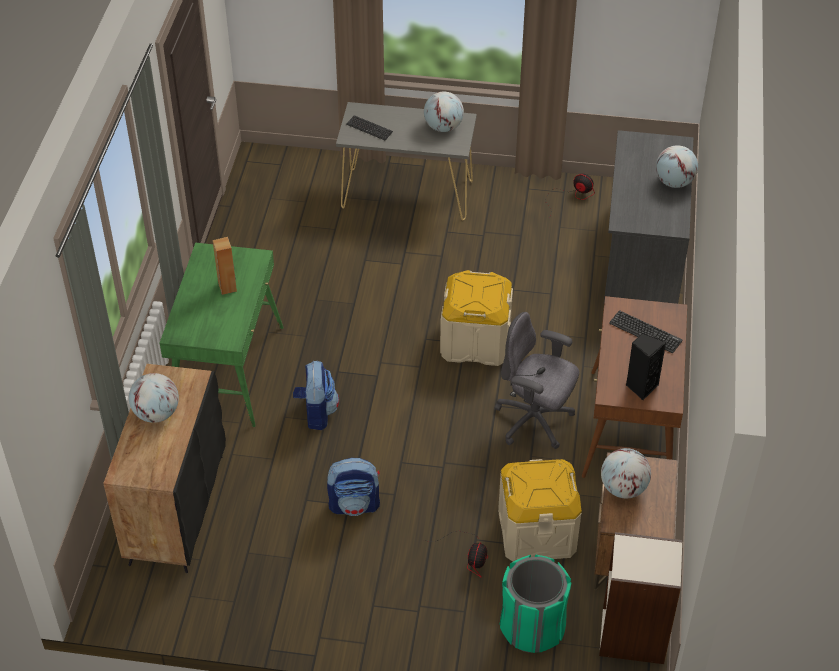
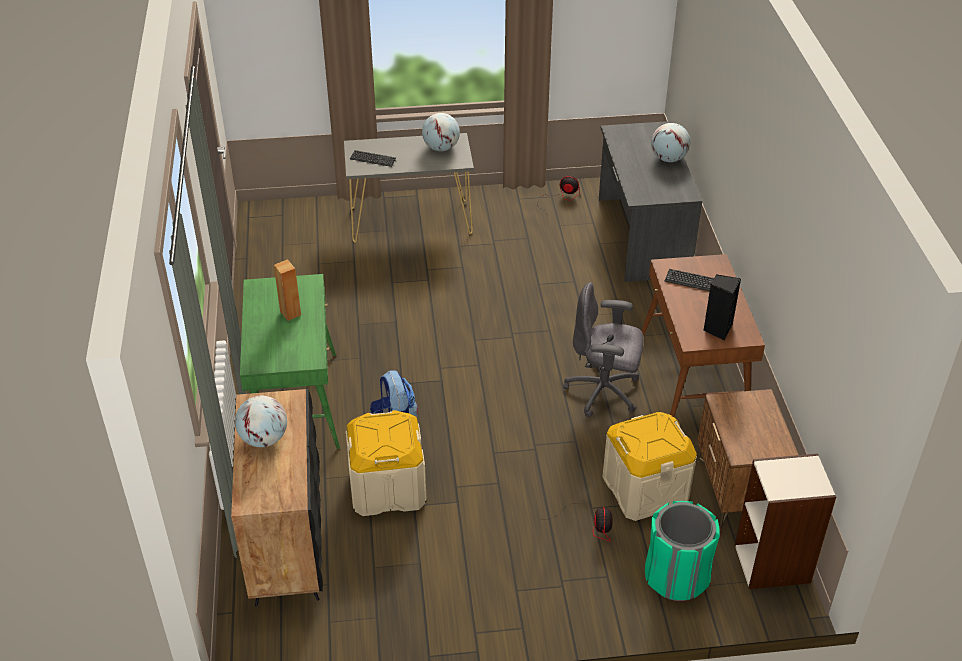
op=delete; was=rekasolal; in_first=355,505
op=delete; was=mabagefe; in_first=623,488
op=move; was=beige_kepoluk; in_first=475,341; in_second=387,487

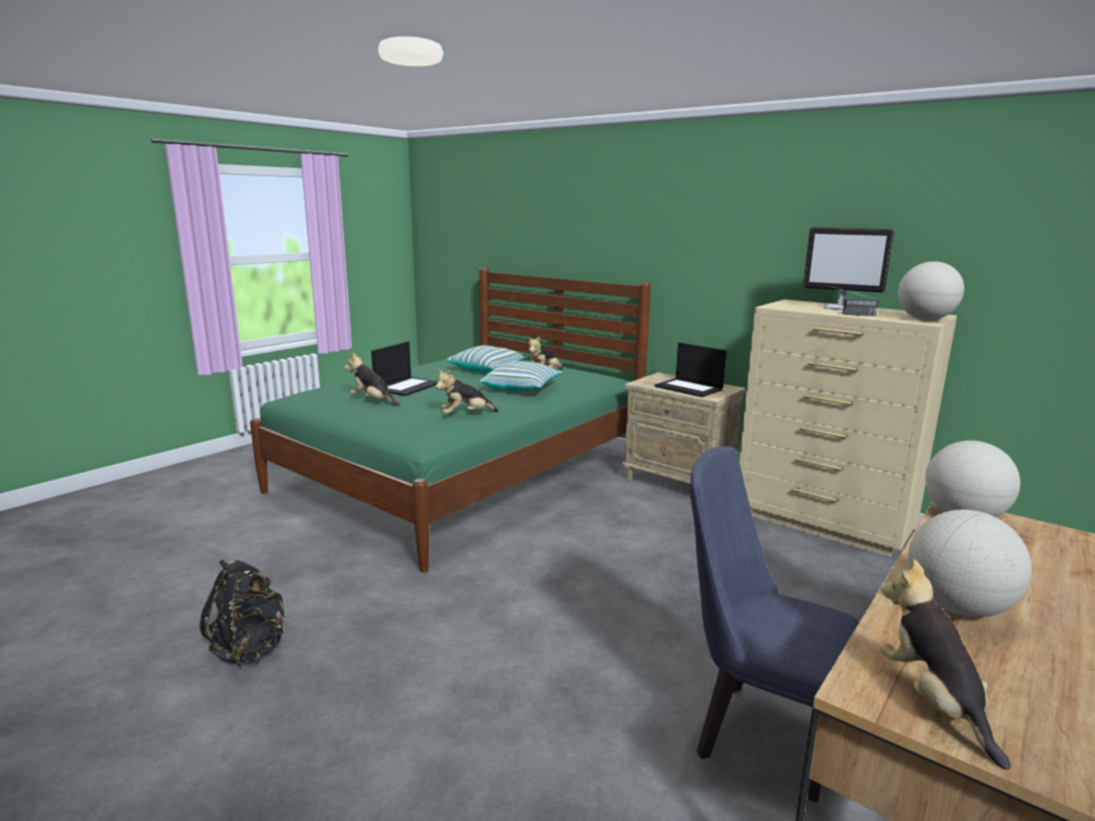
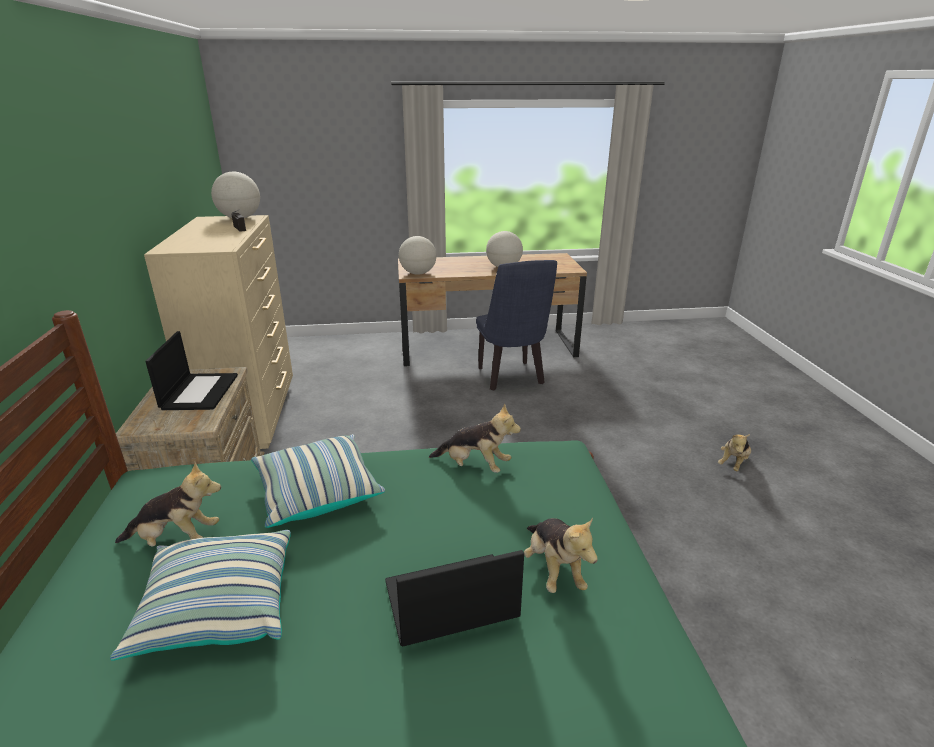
op=delete; was=black_rekasolal; in_first=250,648
op=delete; was=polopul; in_first=840,308
op=move; was=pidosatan; in_first=933,701; in_second=733,463

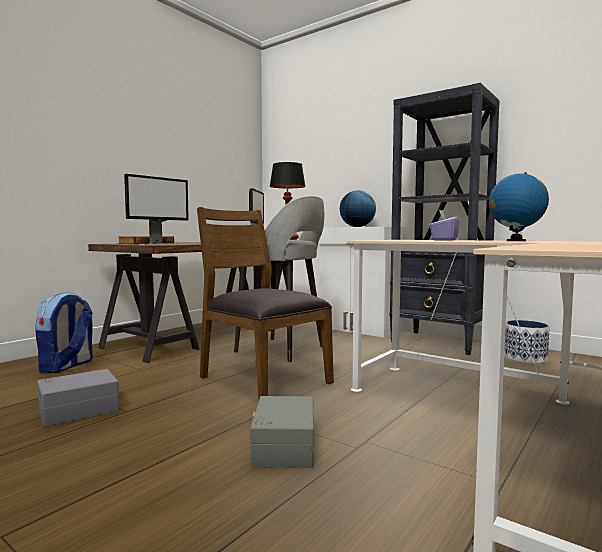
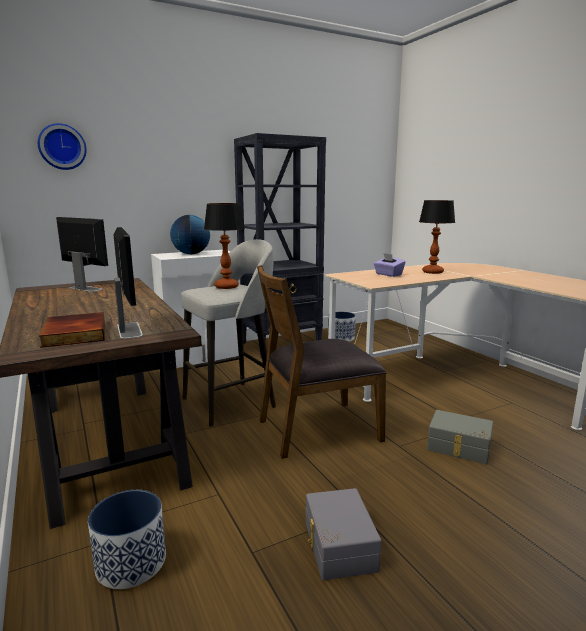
op=insert; now=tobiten; in_second=62,147
op=replace; was=rekasolal; now=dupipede; in_first=66,366; in_second=132,563
op=replace; was=mabagefe; now=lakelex; in_first=516,241; in_second=432,272

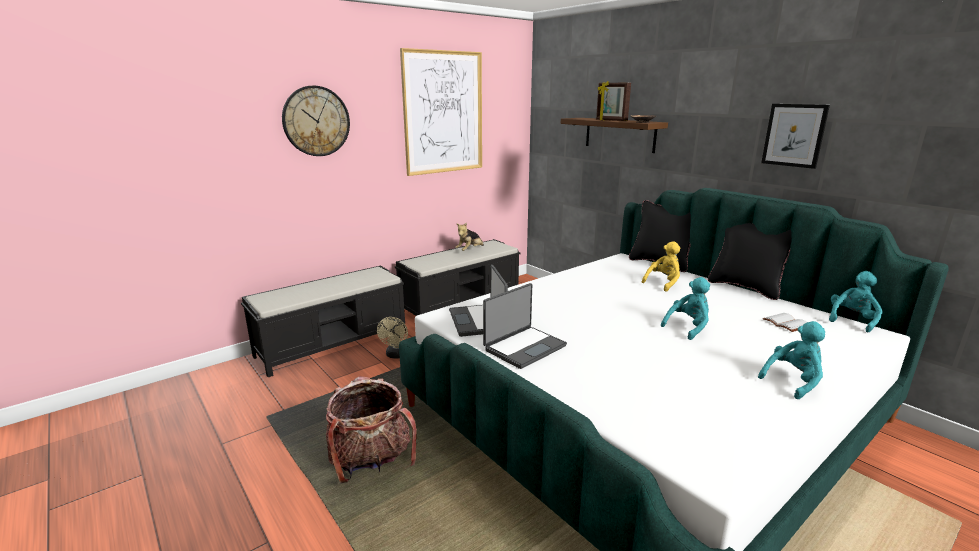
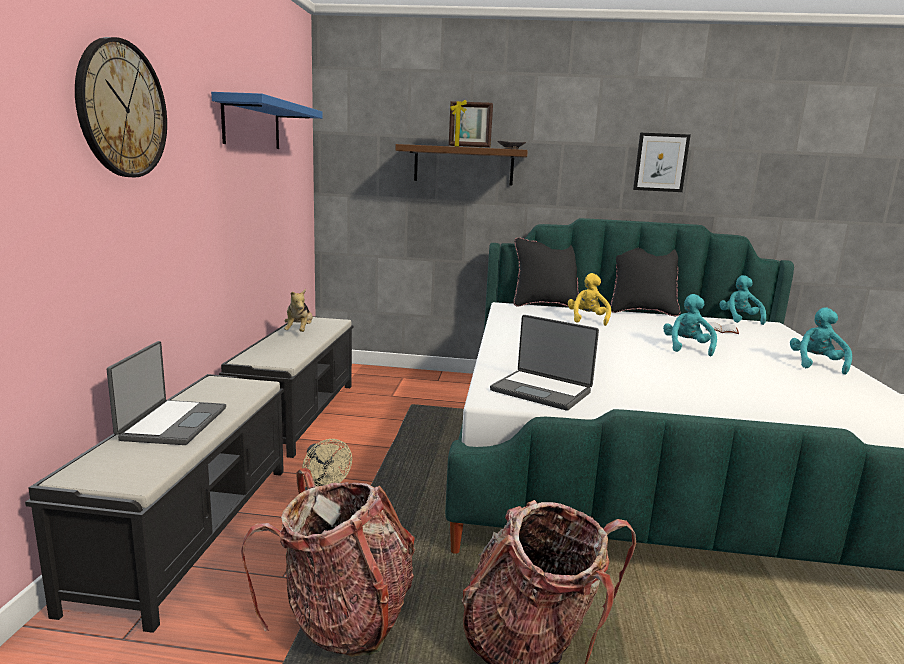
op=insert; now=rekasolal; in_second=343,619
op=move; was=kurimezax; in_first=524,347; in_second=172,423
op=replace; was=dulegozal; now=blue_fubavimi; in_first=443,113; in_second=252,124

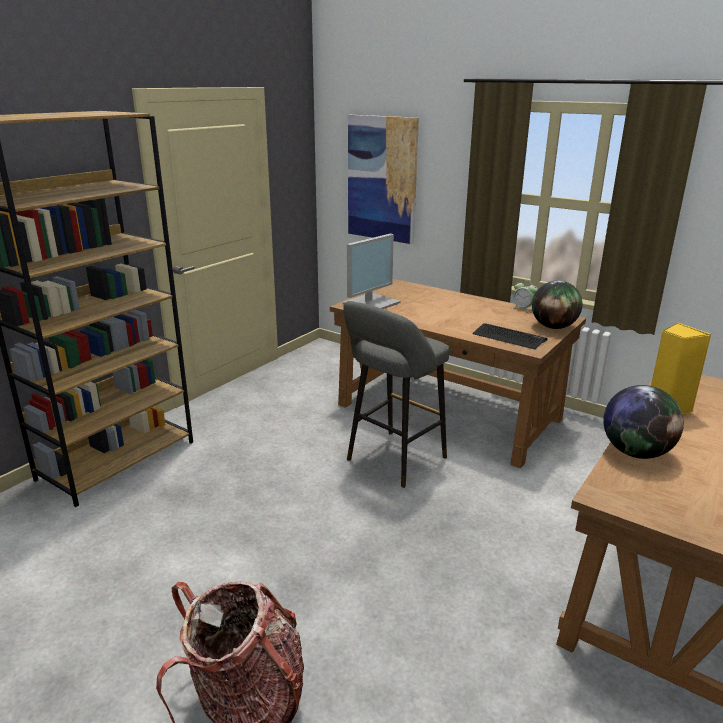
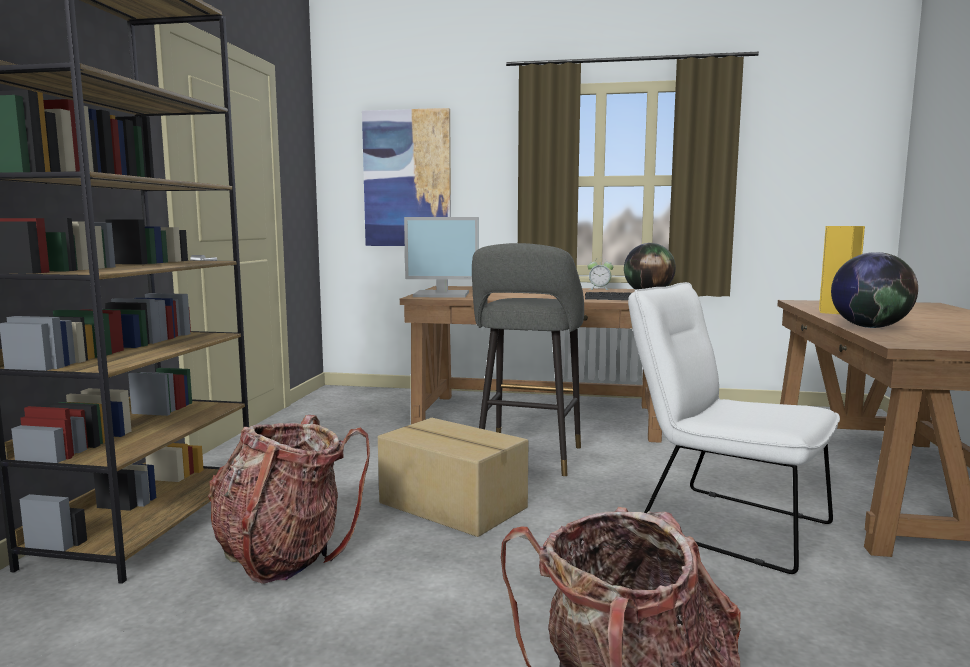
op=insert; now=rekasolal; in_second=284,555
op=insert; now=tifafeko; in_second=452,506
op=insert; now=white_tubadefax; in_second=722,523
op=rotate; was=polopul; in_first=371,303; in_second=443,294; clockwise=75

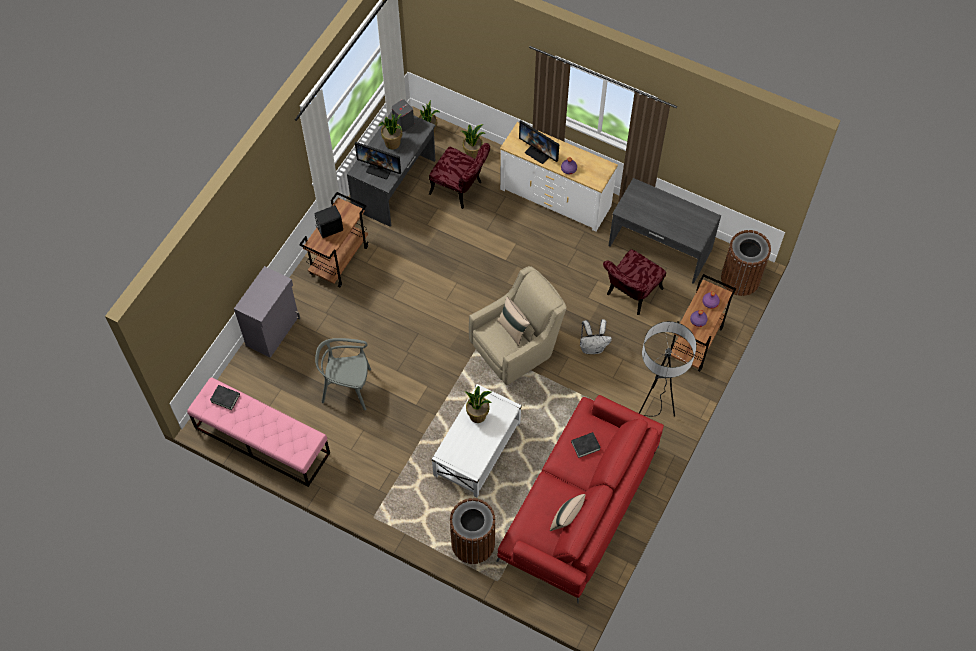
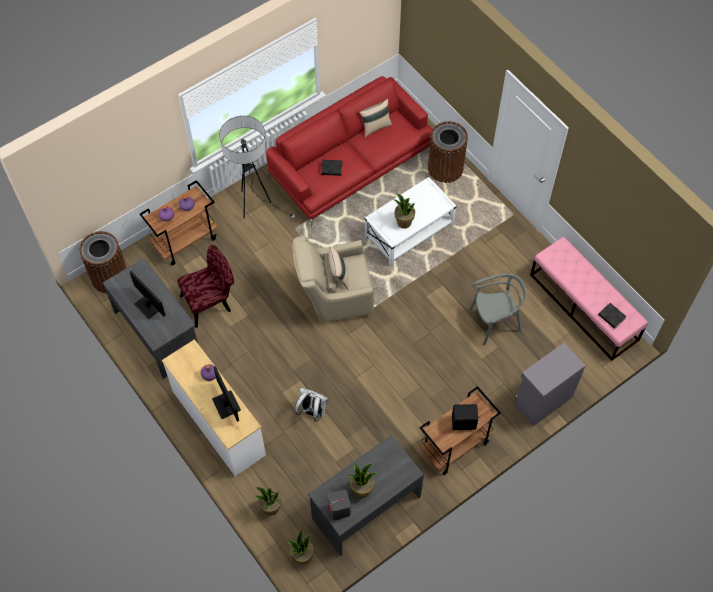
op=delete; was=red_tubadefax; in_first=460,190
op=move; was=polopul; in_first=380,168; in_second=148,305
op=move; was=white_rekasolal; in_first=592,347; in_second=312,412
op=rotate; was=grey_tubadefax; in_first=347,388; in_second=495,322; clockwise=-45

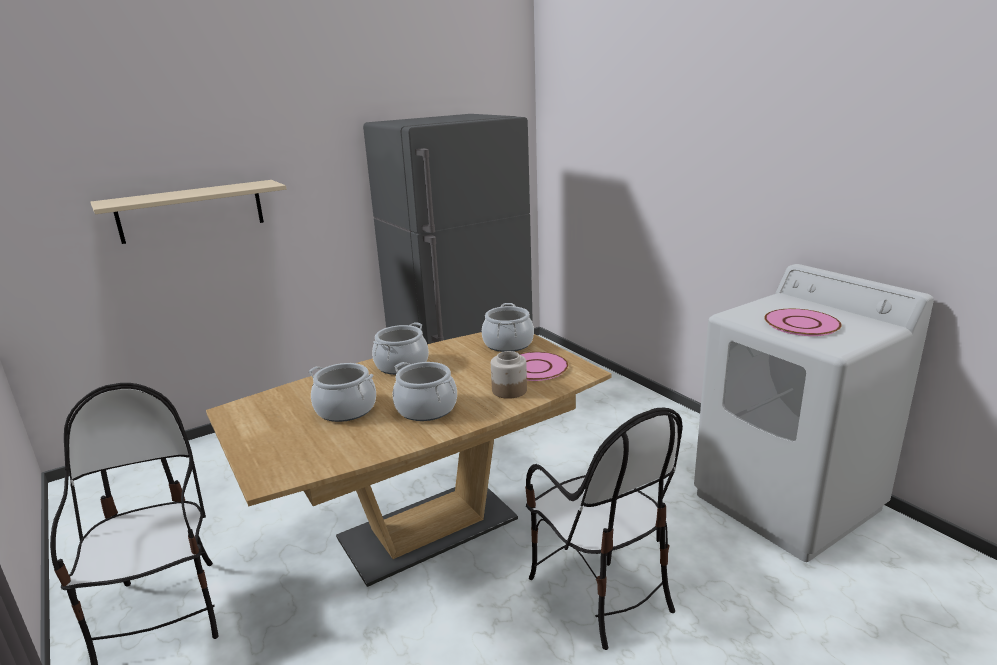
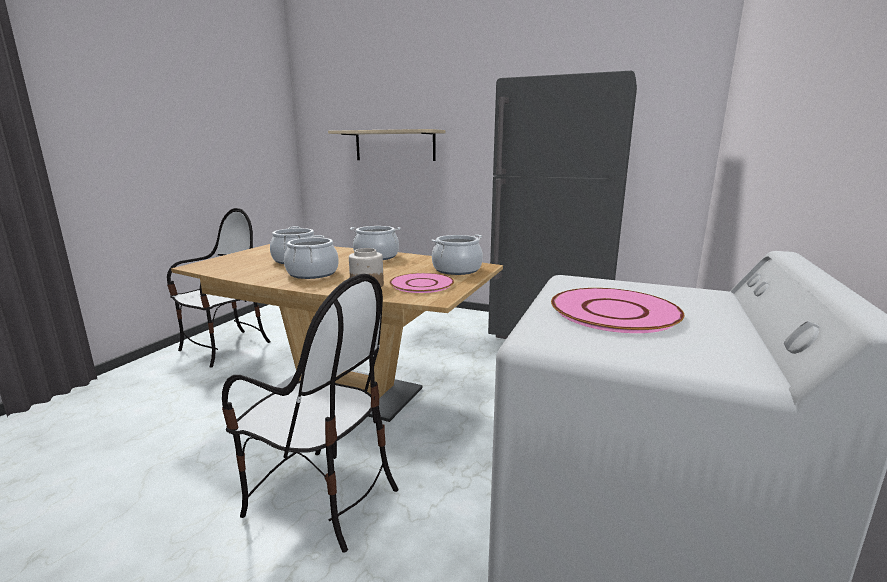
op=rotate; was=tubadefax; in_first=600,591; in_second=322,499; clockwise=-90

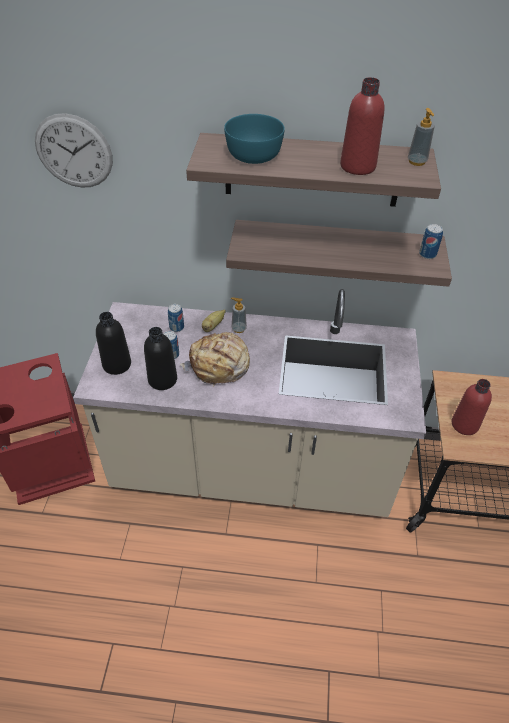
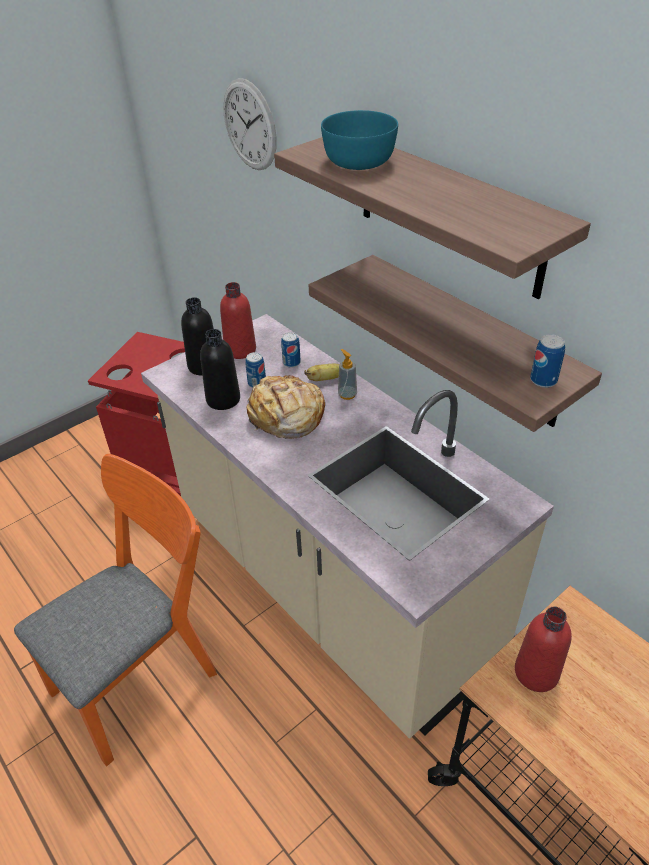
op=delete; was=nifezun; in_first=417,162
op=insert; now=orange_tubadefax; in_second=144,673
op=move; was=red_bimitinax; in_first=357,166; in_second=240,350

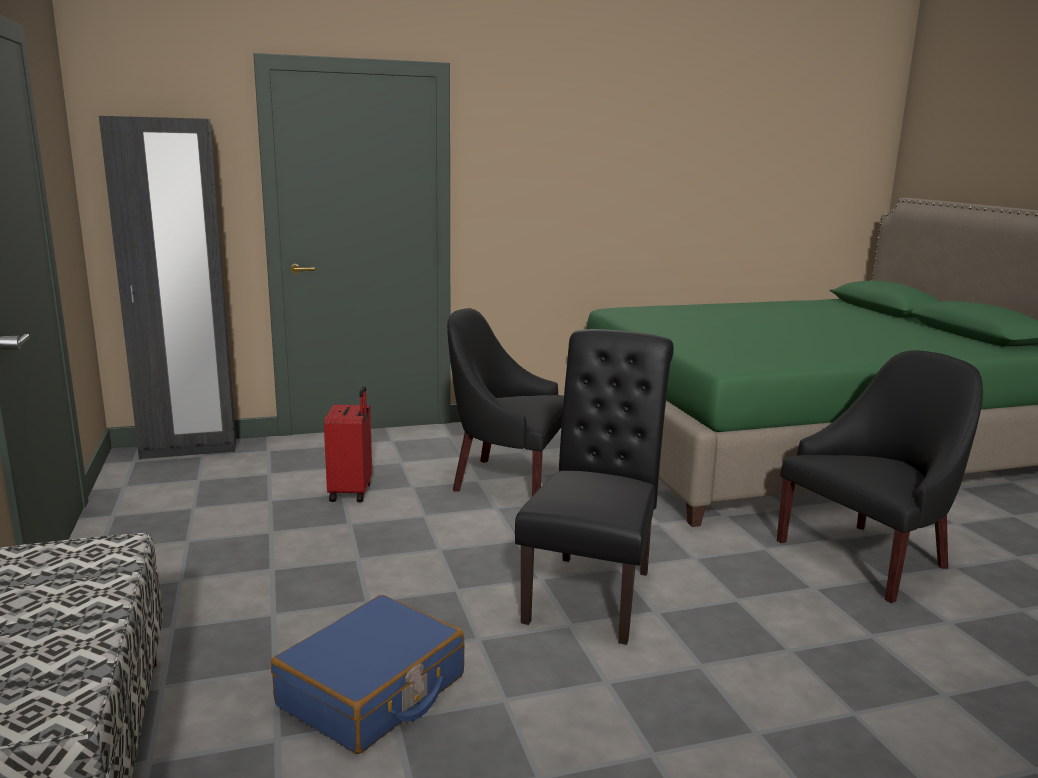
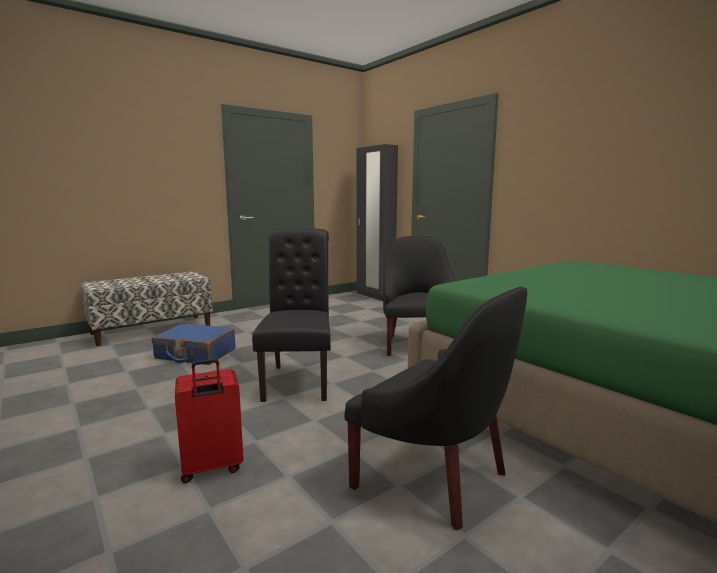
op=move; was=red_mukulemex; in_first=352,492; in_second=212,468
op=rotate; was=black_tubadefax; in_first=593,591; in_second=298,379; clockwise=-90

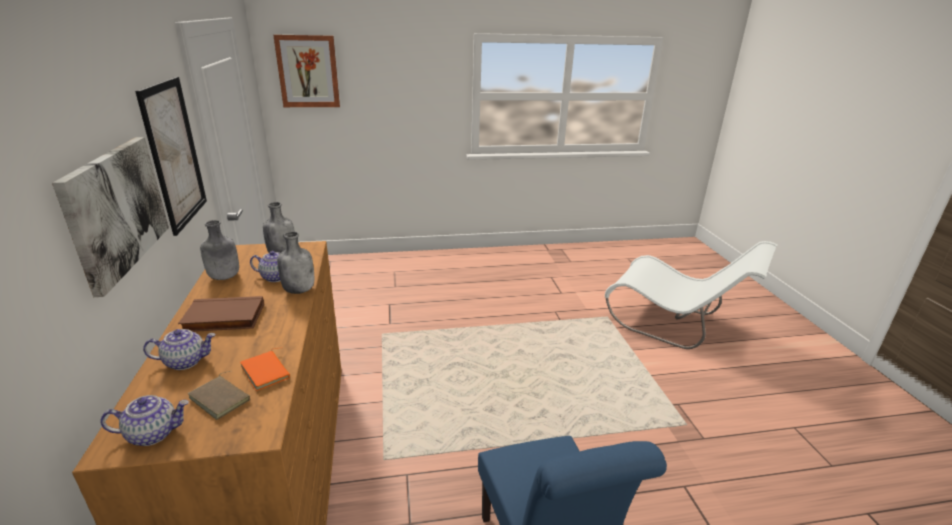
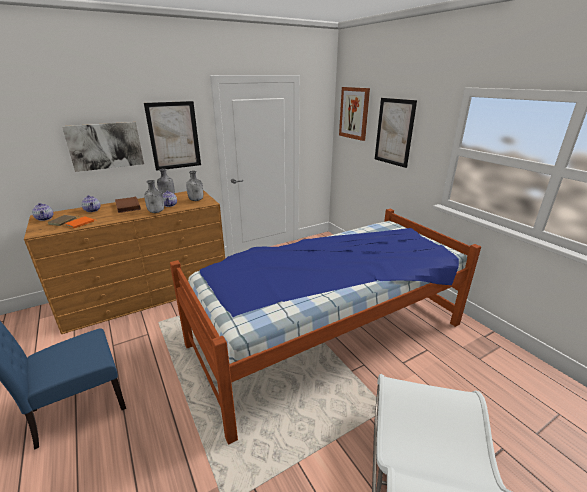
op=insert; now=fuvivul; in_second=326,333
op=insert; now=dulegozal; in_second=394,132

